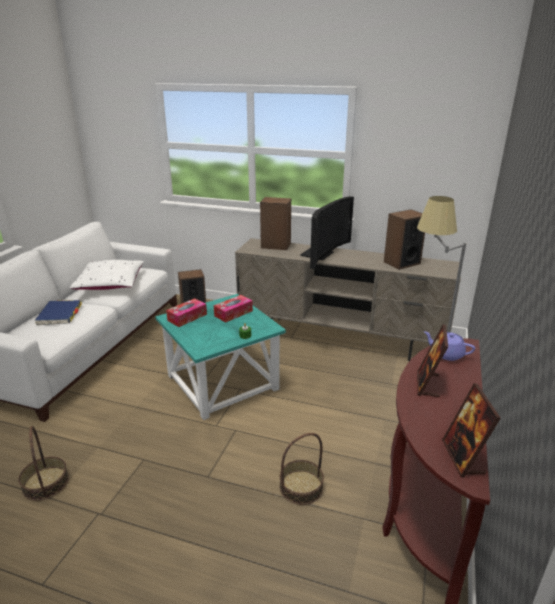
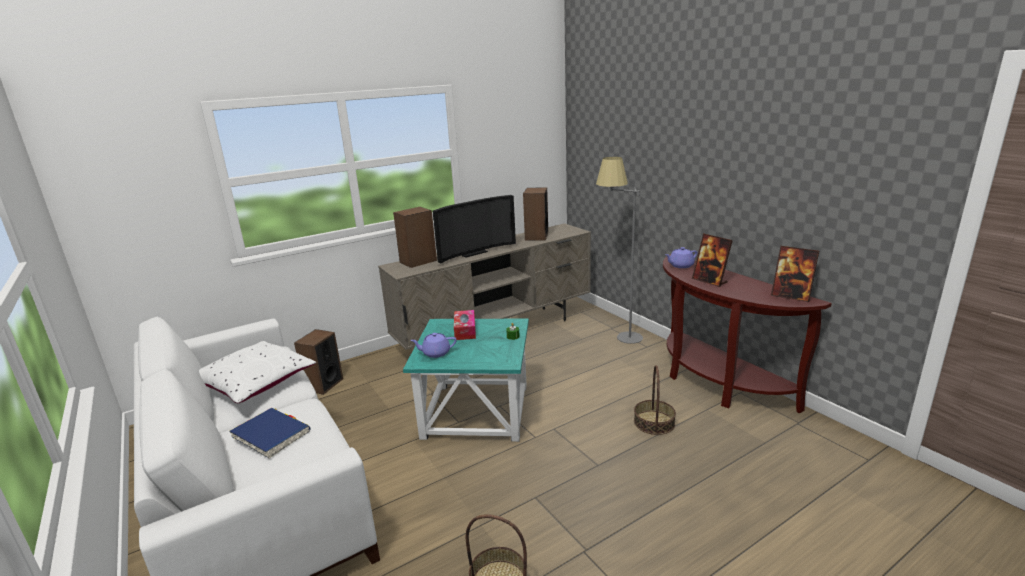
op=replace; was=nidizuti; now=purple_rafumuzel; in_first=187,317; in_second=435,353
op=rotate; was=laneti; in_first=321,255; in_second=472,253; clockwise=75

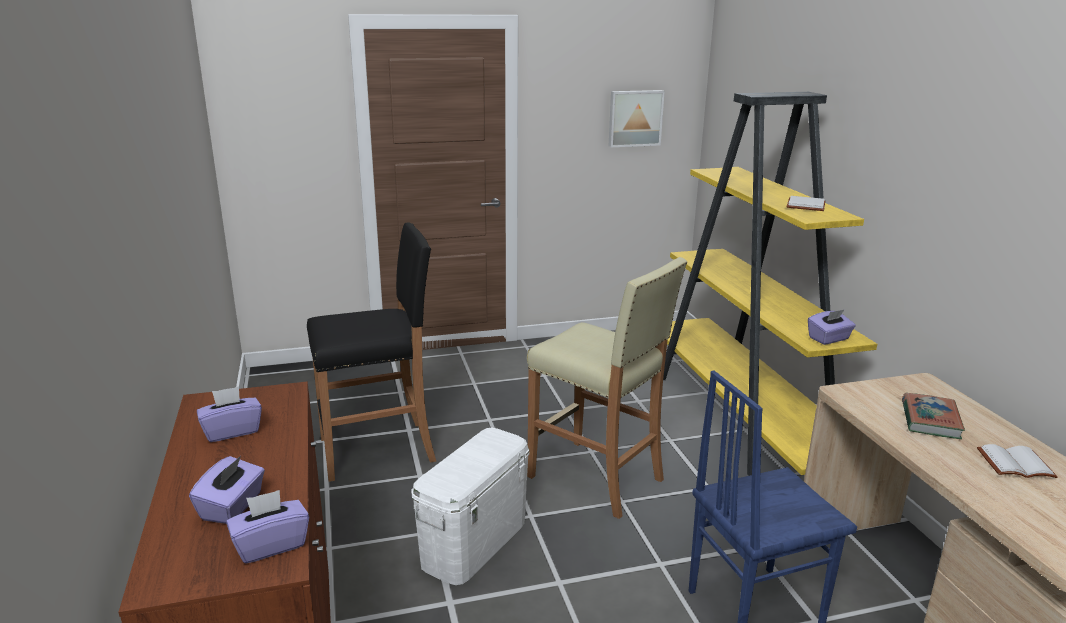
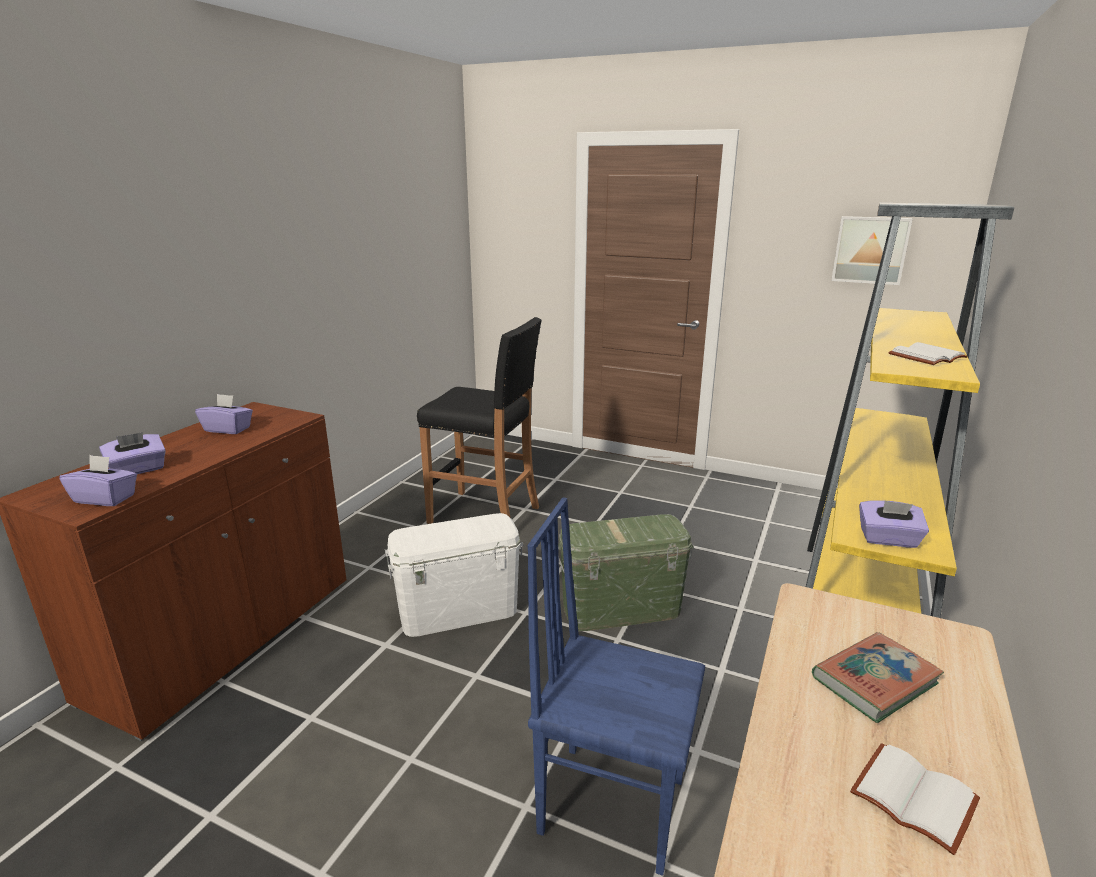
op=replace; was=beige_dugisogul; now=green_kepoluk; in_first=596,478; in_second=621,610

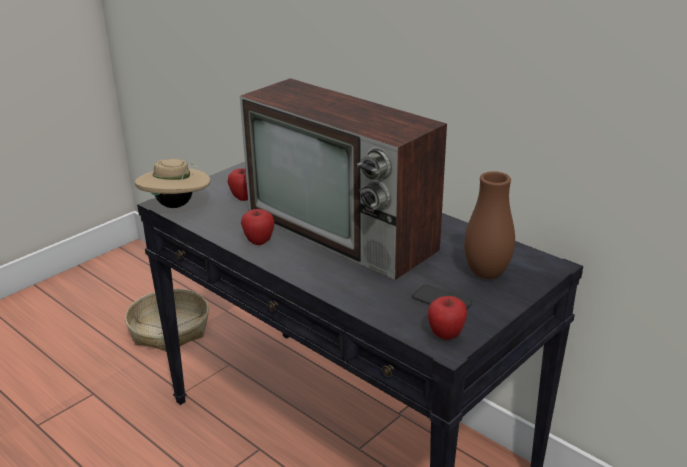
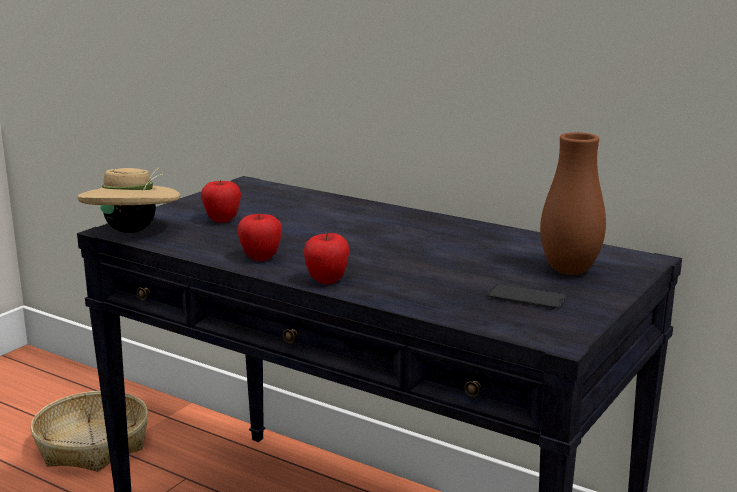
op=delete; was=laneti; in_first=344,232
op=move; was=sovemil; in_first=446,335; in_second=327,281

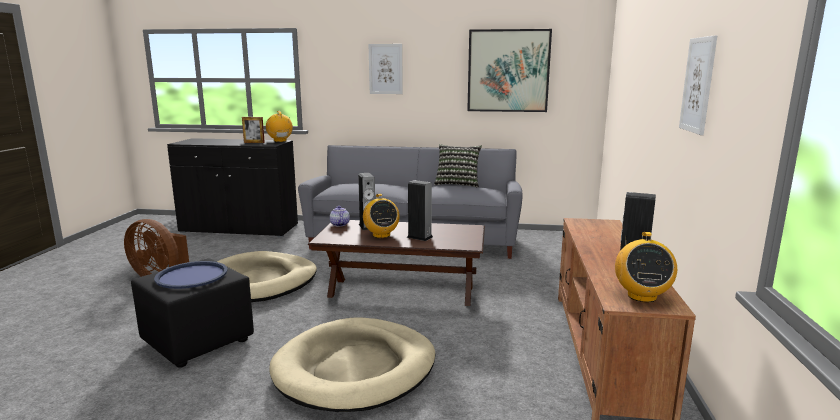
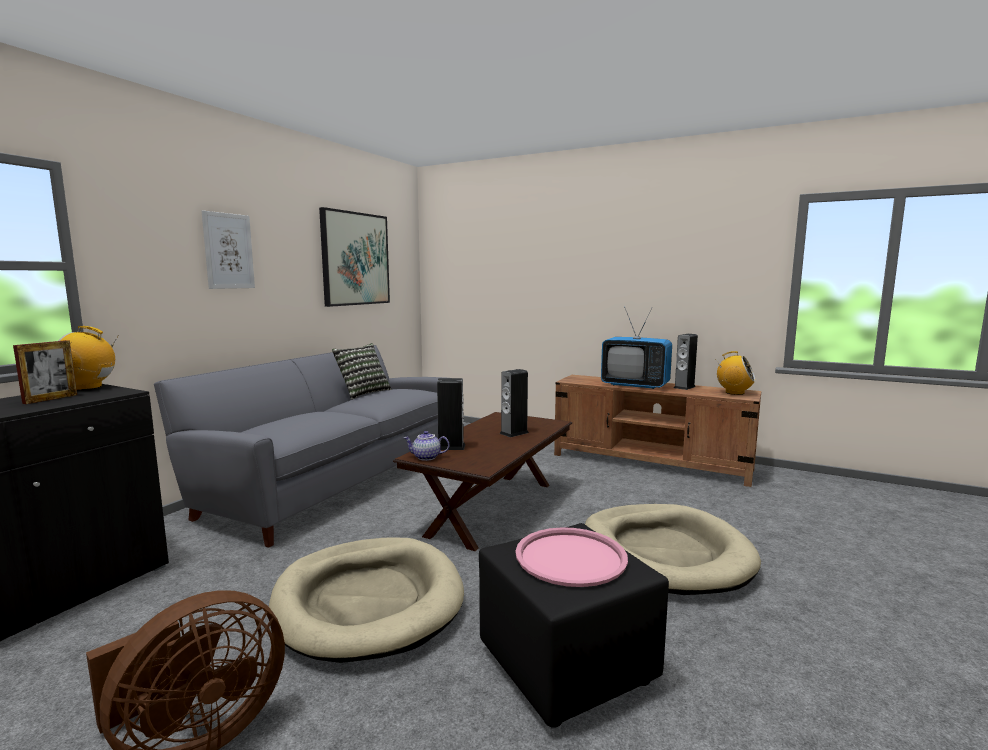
op=delete; was=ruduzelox; in_first=381,235
op=delete; was=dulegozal; in_first=698,85
op=insert; now=laneti; in_second=635,385
op=recolor; was=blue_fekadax; now=pink_fekadax; in_first=192,276; in_second=571,557

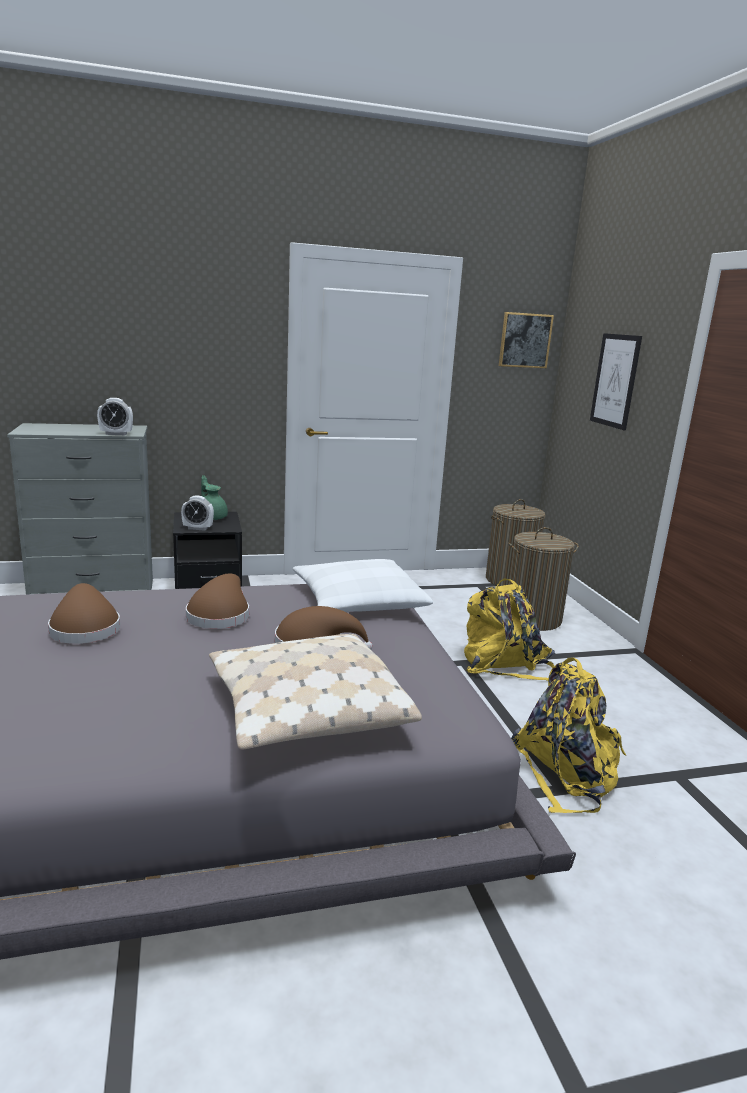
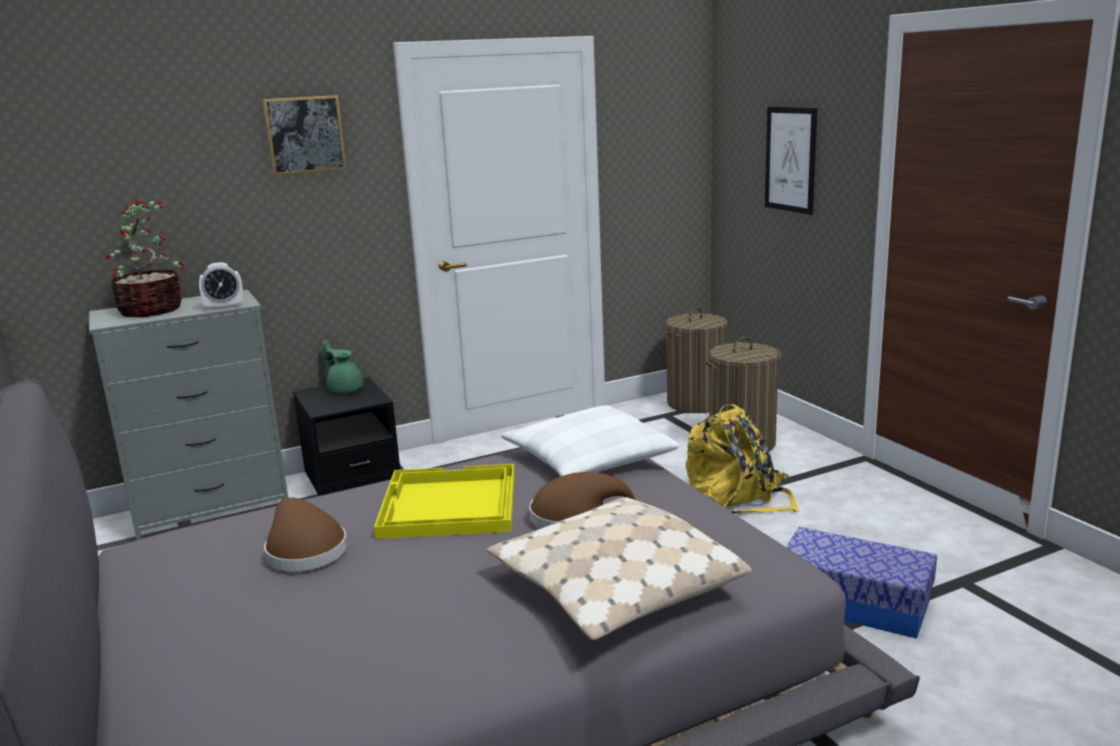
op=delete; was=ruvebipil; in_first=197,528
op=insert; now=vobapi; in_second=152,310
op=move; was=dulegozal; in_first=525,340; in_second=305,135
op=replace; was=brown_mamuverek; now=yellow_fekadax; in_first=220,615; in_second=448,505
op=replace; was=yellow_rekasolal; now=kepoluk; in_first=566,772; in_second=853,603

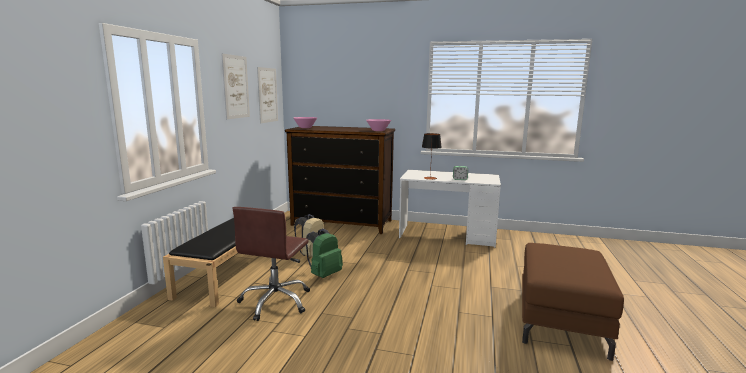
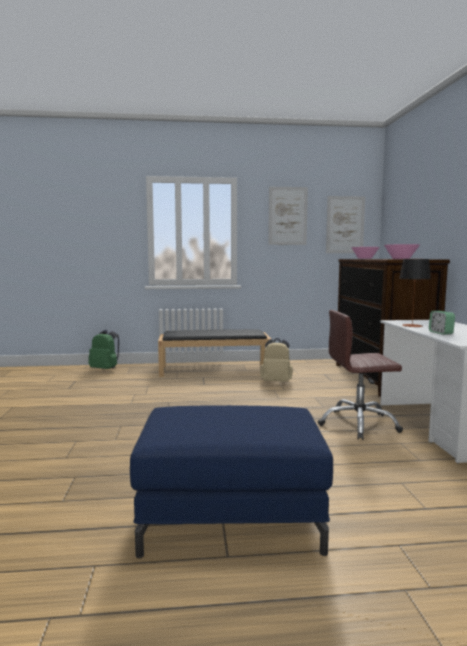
op=move; was=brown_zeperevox; in_first=276,301; in_second=358,424
op=move; was=green_rekasolal; in_first=324,274; in_second=105,369
op=recolor; was=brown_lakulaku; now=blue_lakulaku; in_first=561,321; in_second=230,519

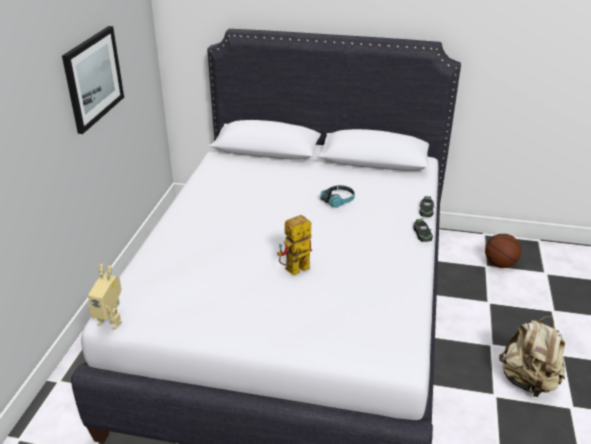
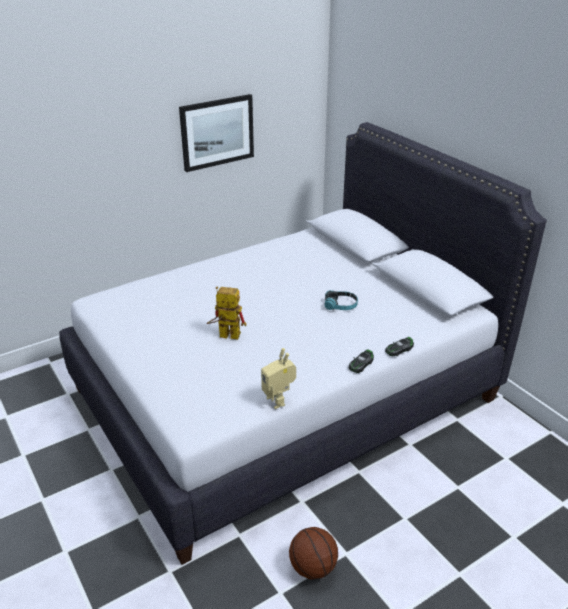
op=delete; was=beige_rekasolal; in_first=528,381
op=move; was=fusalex; in_first=111,320; in_second=279,400
op=move; was=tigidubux; in_first=500,264; in_second=313,568

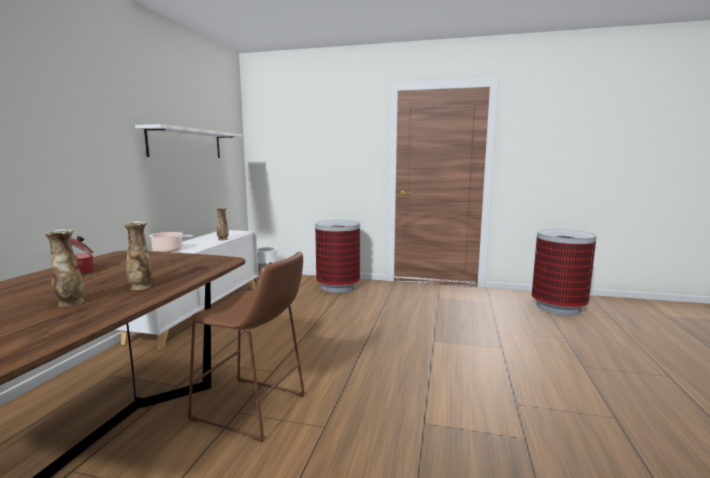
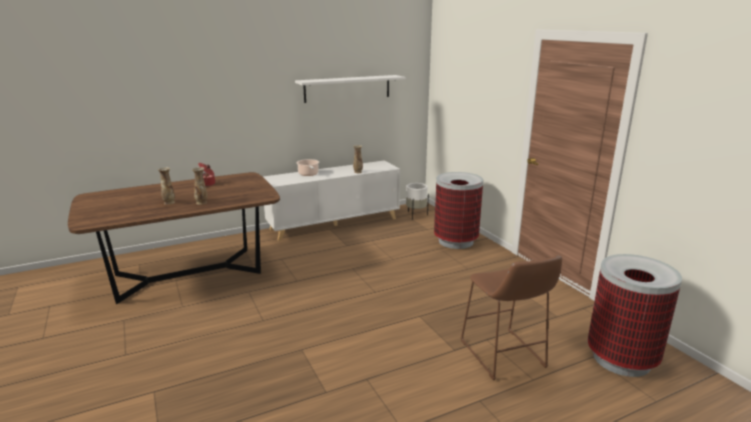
op=move; was=brown_dugisogul; in_first=254,409; in_second=504,356

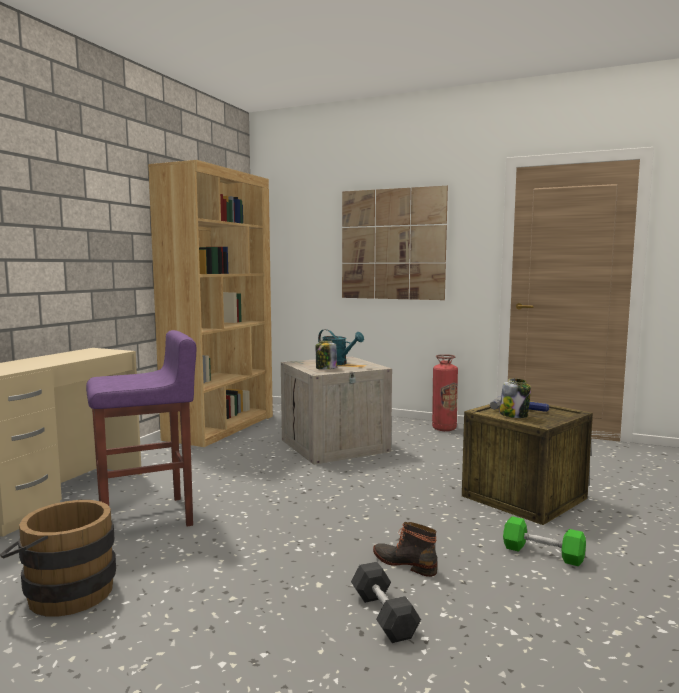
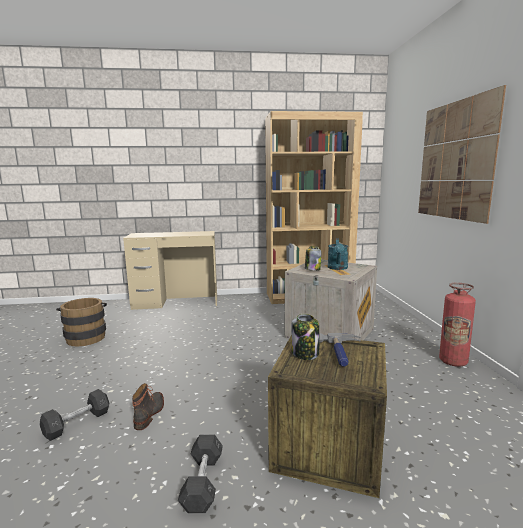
op=delete; was=purple_dugisogul; in_first=147,518
op=recolor; was=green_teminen; now=grey_teminen; in_first=543,553; in_second=203,482

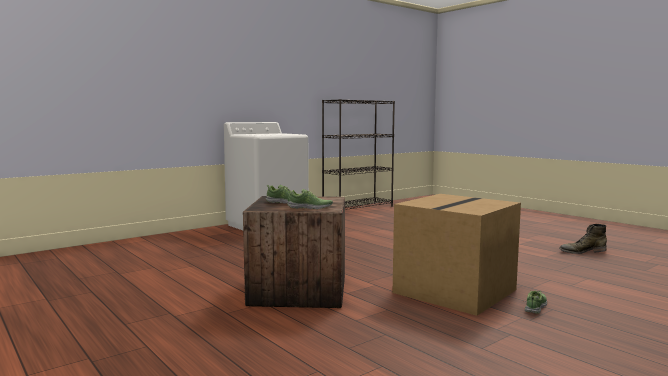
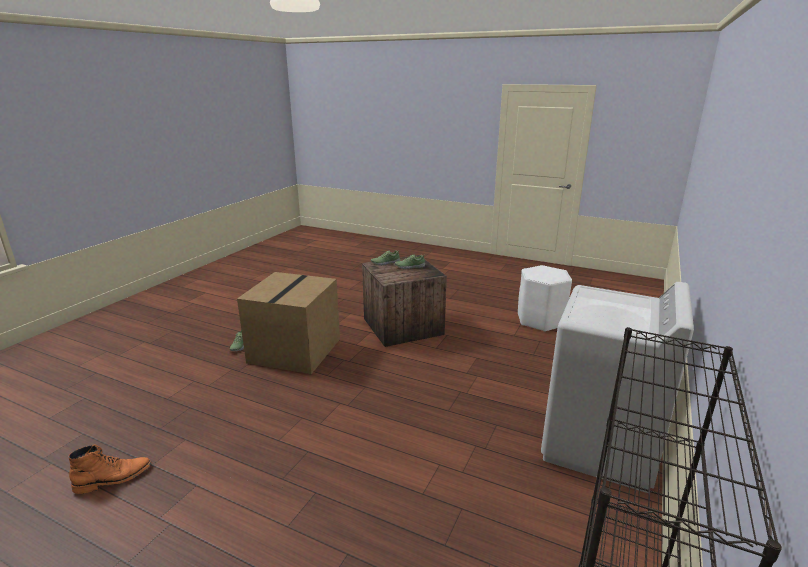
op=insert; now=white_dugisogul; in_second=540,320
op=recolor; was=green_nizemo; now=orange_nizemo; in_first=582,251; in_second=114,478

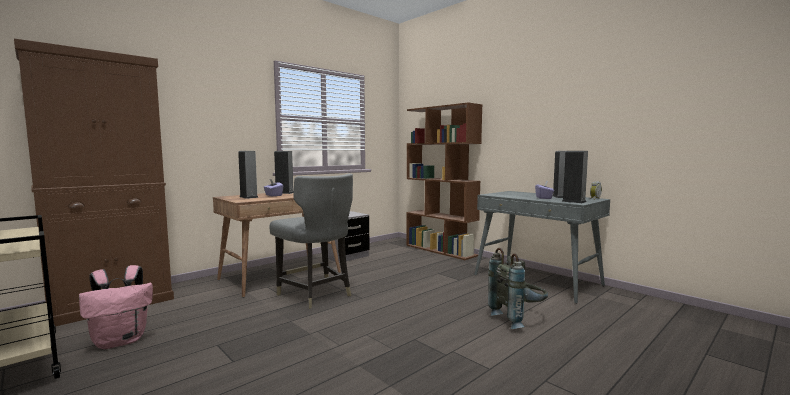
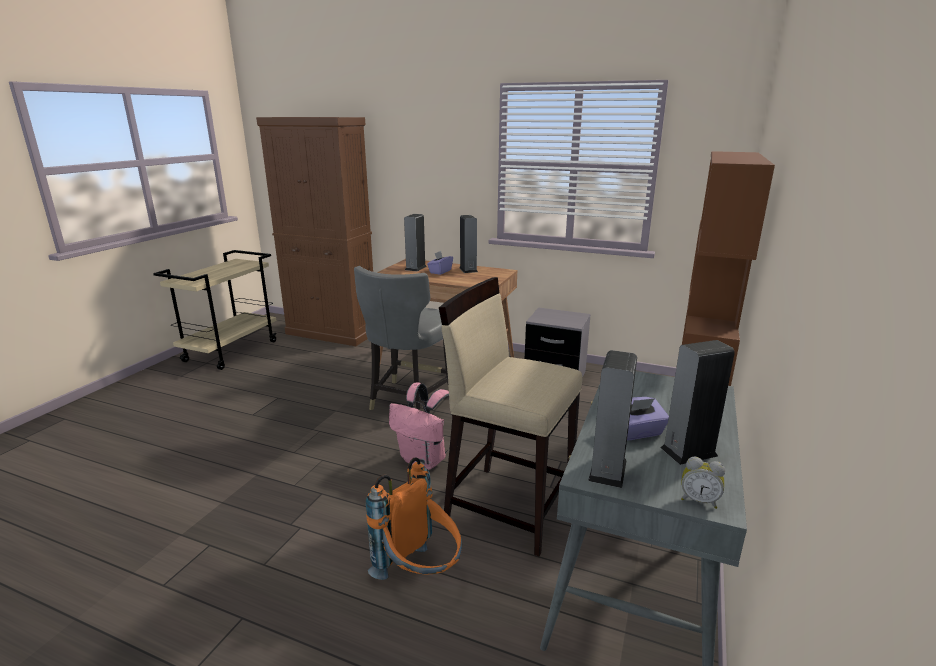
op=insert; now=beige_dugisogul; in_second=508,507
op=move; was=pink_rekasolal; in_first=121,341; in_second=425,460
op=recolor; was=grey_rekasolal; now=orange_rekasolal; in_first=518,319; in_second=420,574

